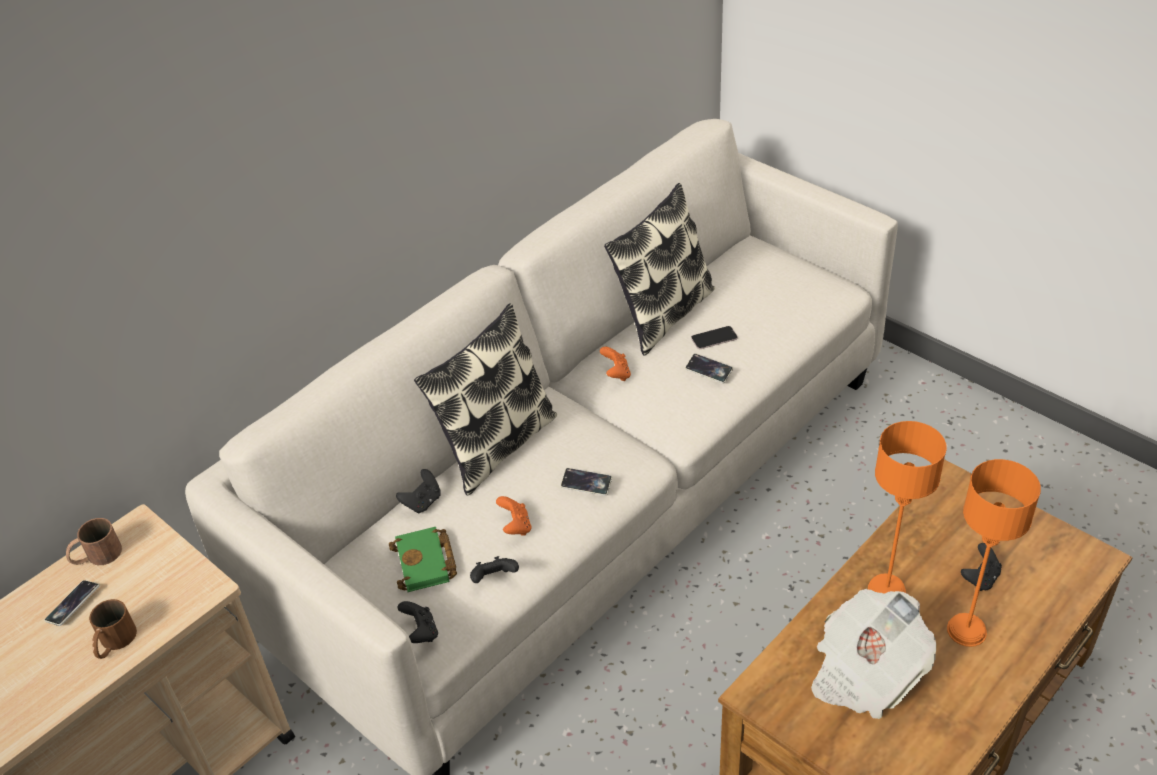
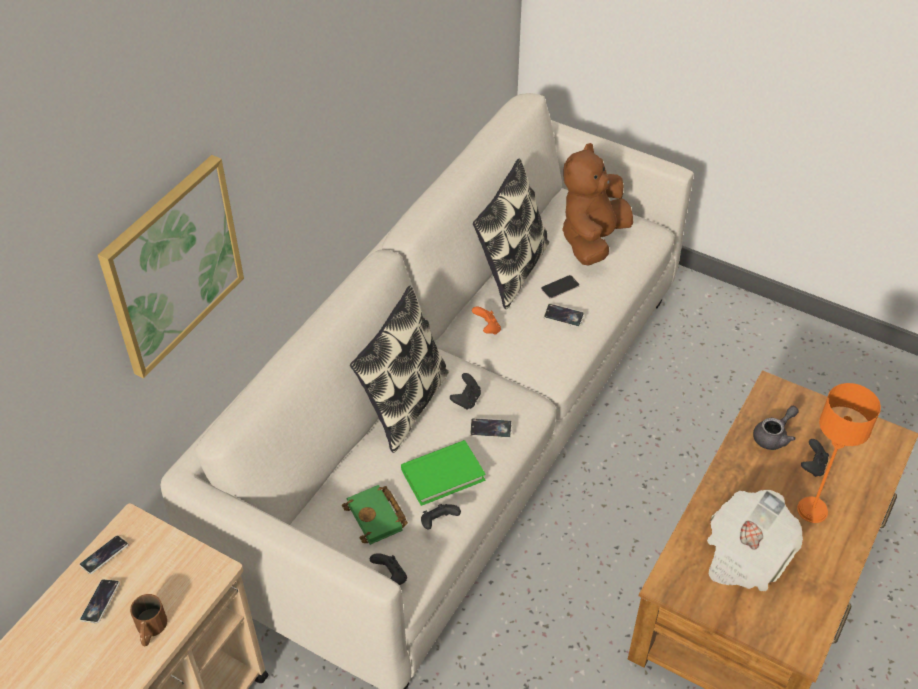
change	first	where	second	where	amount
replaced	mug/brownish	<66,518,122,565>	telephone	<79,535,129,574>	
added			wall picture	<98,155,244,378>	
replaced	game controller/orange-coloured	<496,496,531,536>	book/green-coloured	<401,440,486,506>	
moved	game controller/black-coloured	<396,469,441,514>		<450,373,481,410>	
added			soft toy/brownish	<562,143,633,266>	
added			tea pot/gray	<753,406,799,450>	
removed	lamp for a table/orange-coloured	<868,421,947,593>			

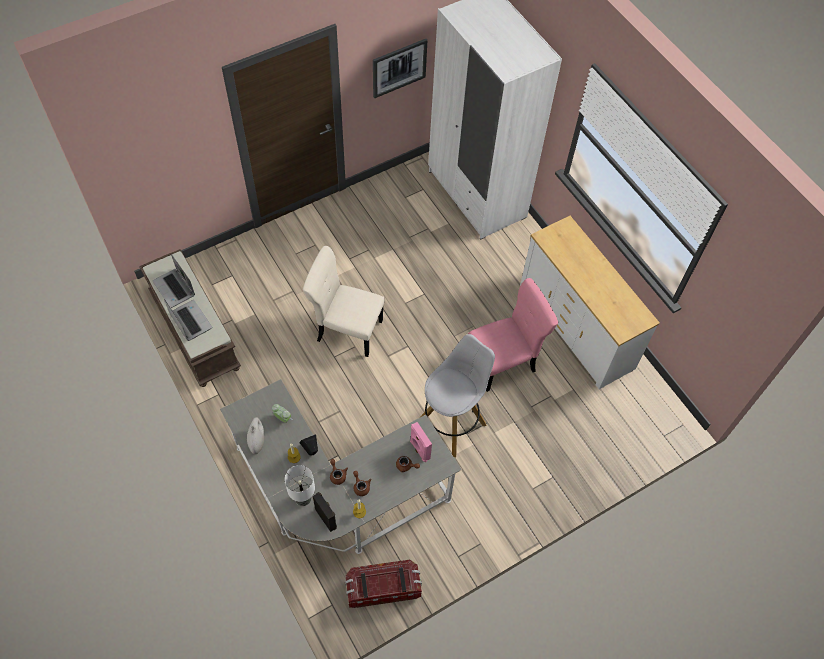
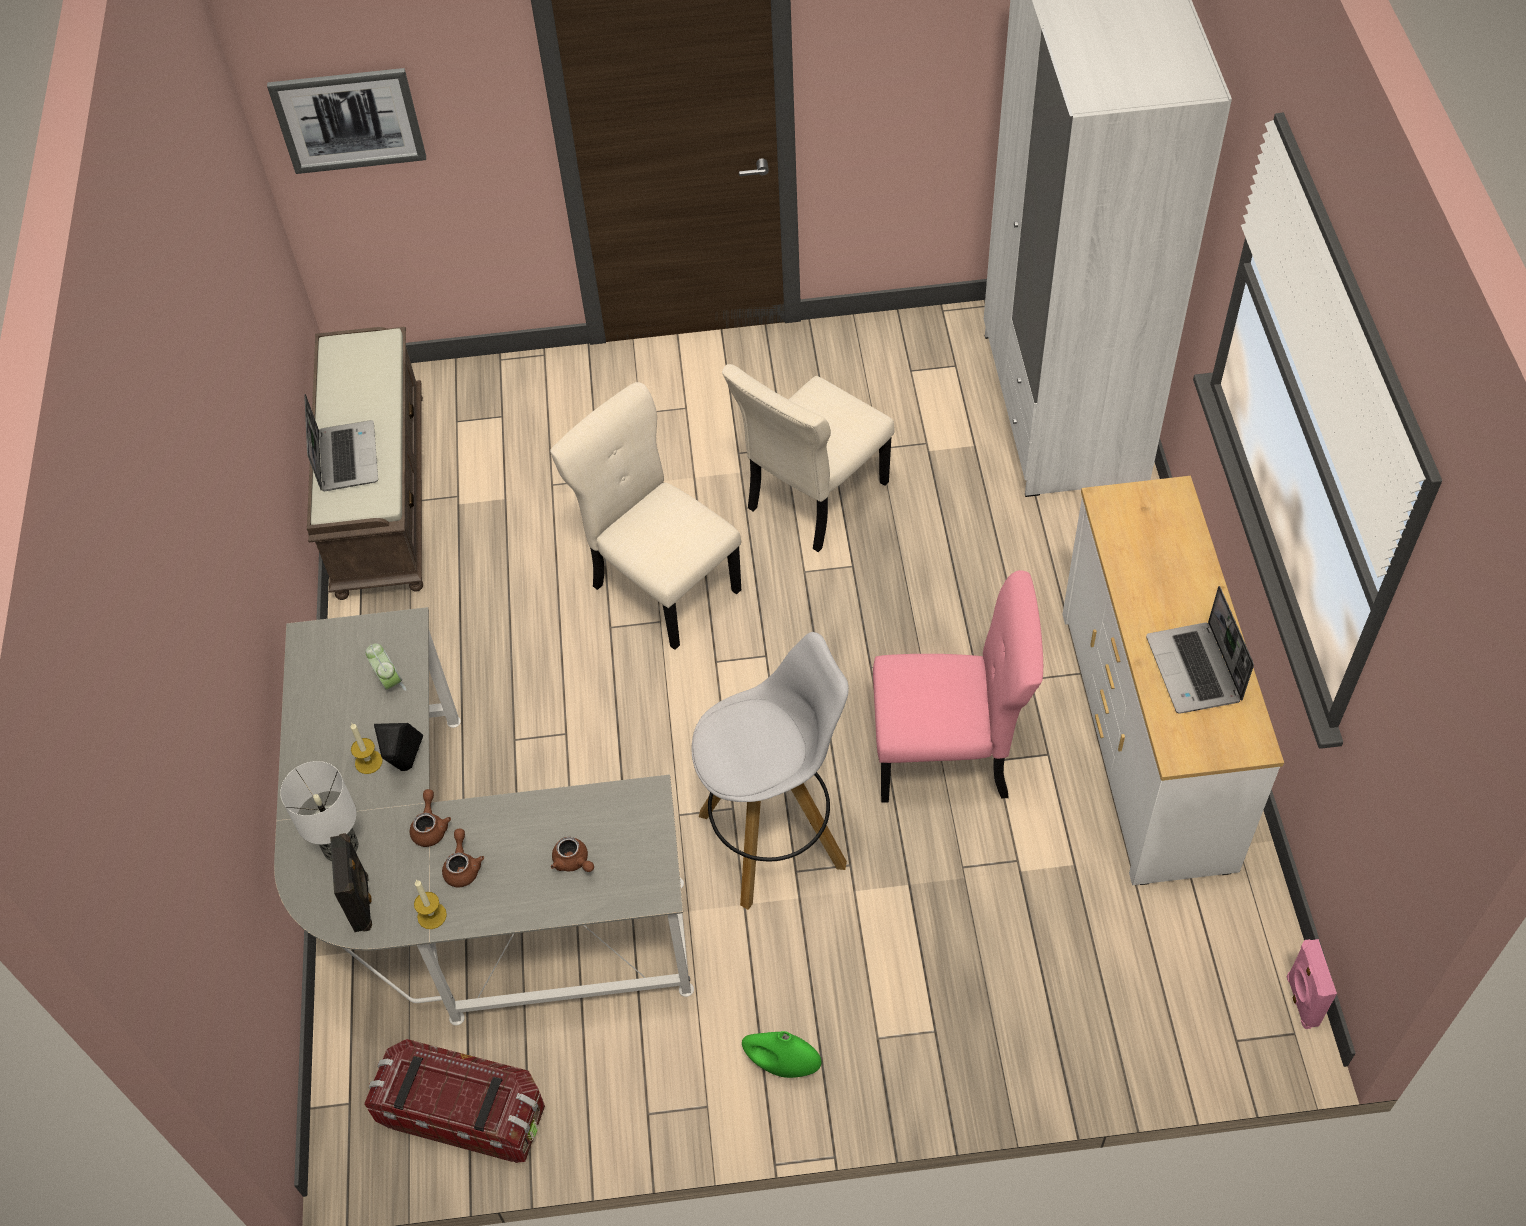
change	first	where	second	where	amount
moved	wall picture	<373,39,427,98>		<267,68,426,174>	
added			upright chair/beige-coloured	<722,364,895,552>	
added			vase/green-coloured	<742,1031,821,1078>	
moved	laptop	<153,254,195,308>		<1146,586,1254,714>	
moved	loudspeaker/pinkish	<410,422,432,462>		<1286,939,1337,1029>	
removed	vase/white	<247,417,264,454>			

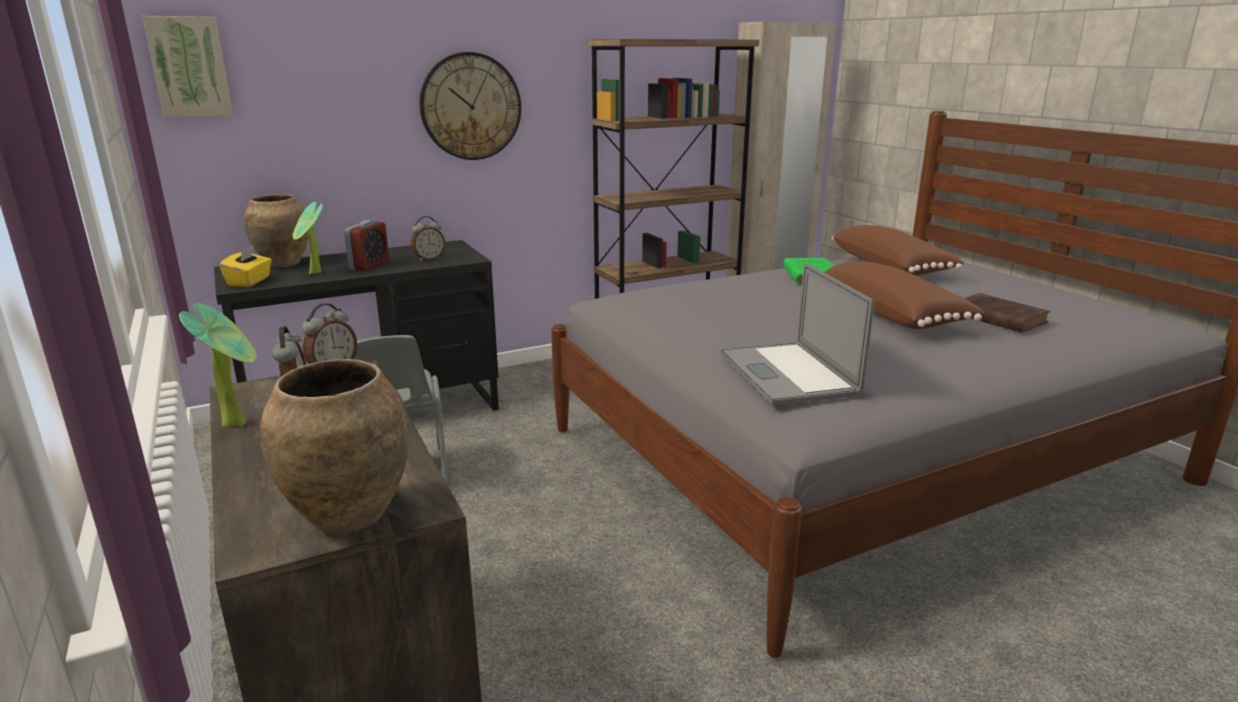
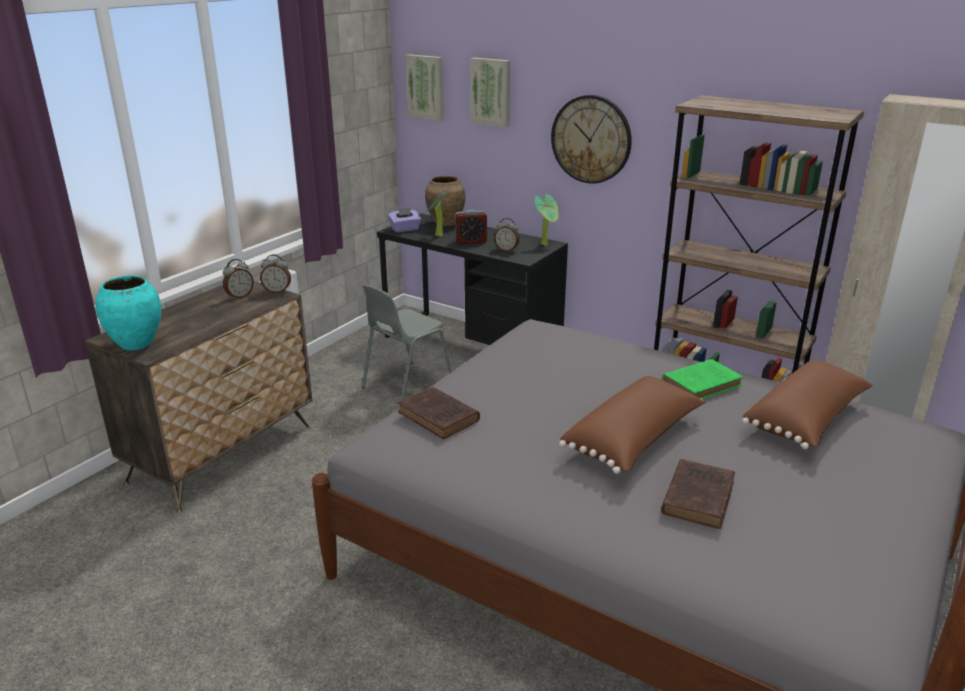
change	first	where	second	where	amount
recoloured	vase/brownish	<260,359,409,535>	vase/turquoise-coloured	<96,275,161,351>	
recoloured	tissue holder/yellowish	<219,245,272,287>	tissue holder/purple-coloured	<388,208,421,233>	
replaced	laptop	<720,263,874,405>	book/brownish	<397,387,480,439>	
added			wall picture	<470,58,510,127>	
moved	potted plant	<179,303,257,427>		<534,194,559,246>	

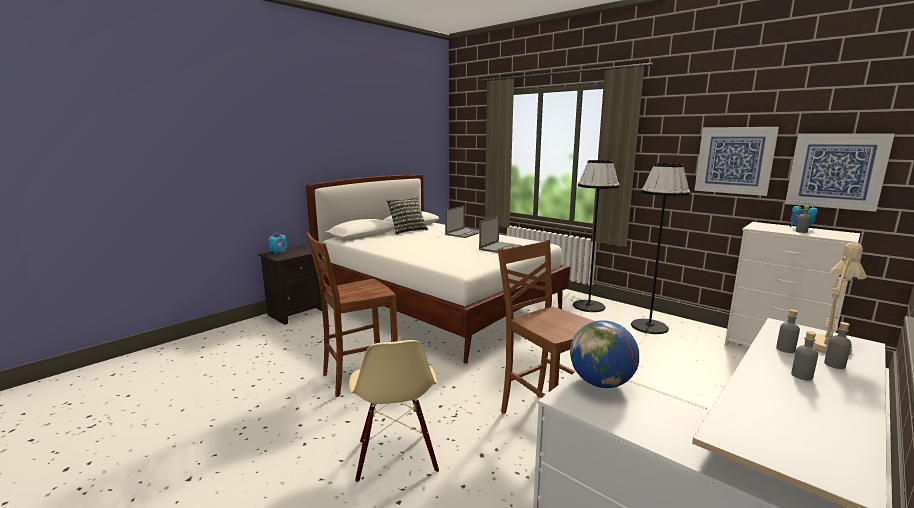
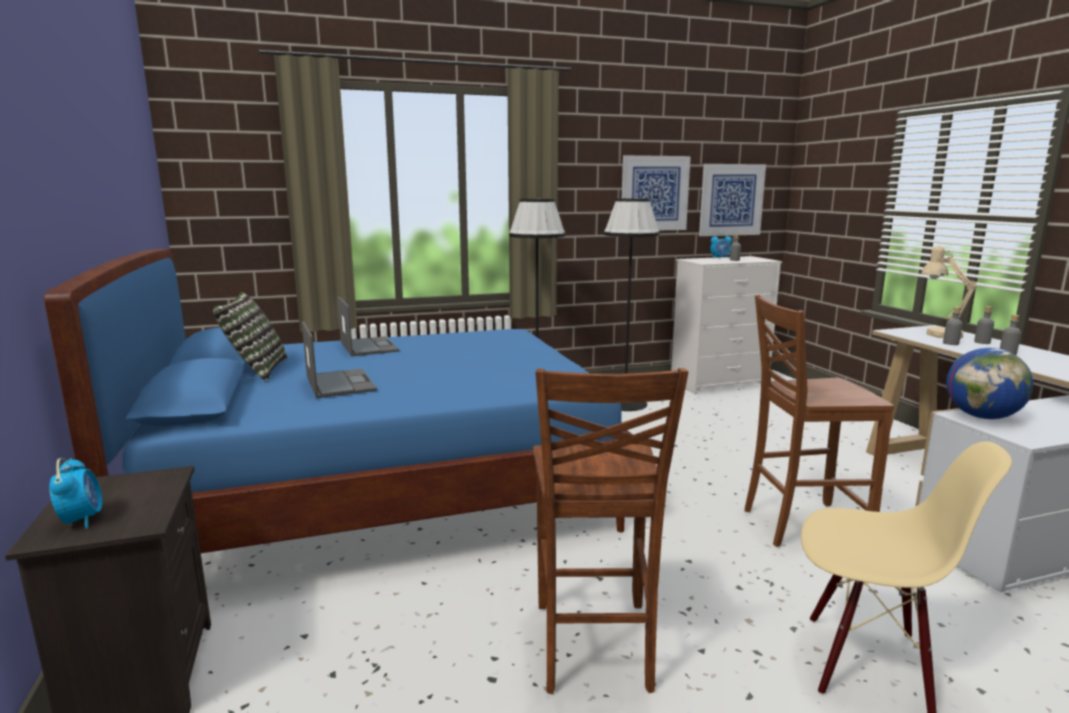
change	first	where	second	where	amount
recoloured	sleeping bed/white	<306,174,571,364>	sleeping bed/bluish	<44,249,637,553>	
moved	laptop	<479,216,521,253>		<302,321,377,398>	

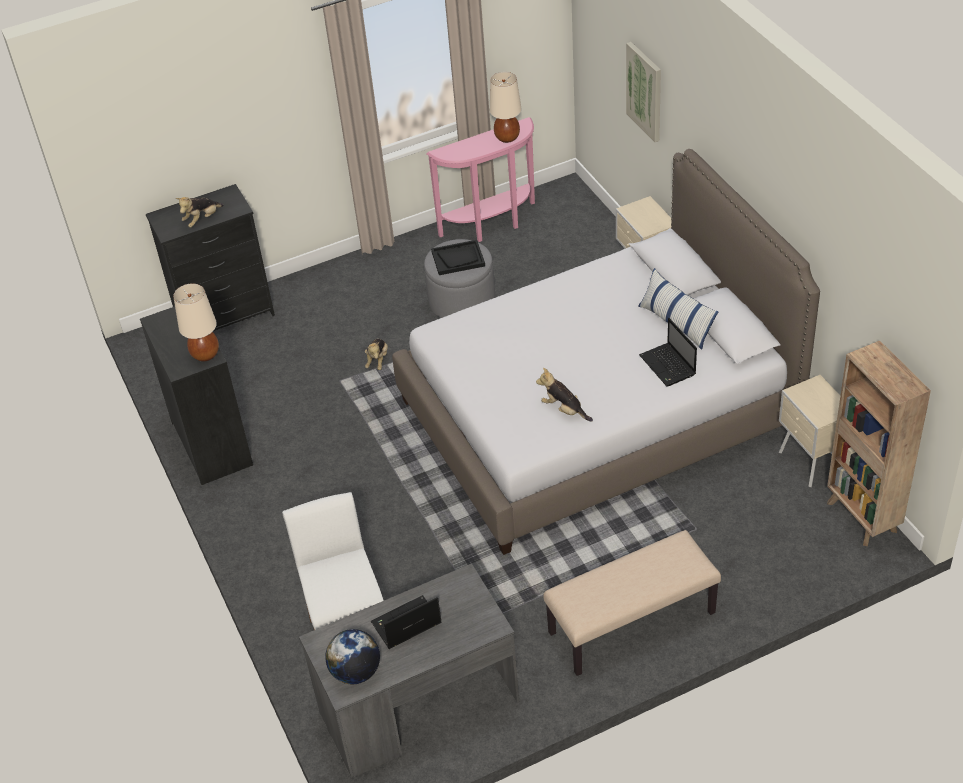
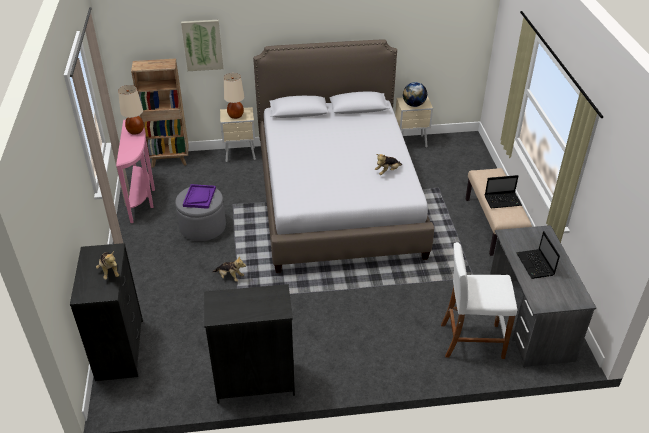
change	first	where	second	where	amount
moved	bookcase/brownish	<827,340,931,546>		<131,58,188,168>	
recoloured	serving tray/black-coloured	<431,240,485,275>	serving tray/purple-coloured	<183,184,216,209>	
moved	lamp for a table/beige-coloured	<173,283,219,362>		<224,73,244,119>	
moved	desk globe	<325,629,380,684>		<403,82,427,107>	
moved	laptop	<639,318,697,387>		<485,175,522,208>	
removed	cushion	<638,268,719,350>			

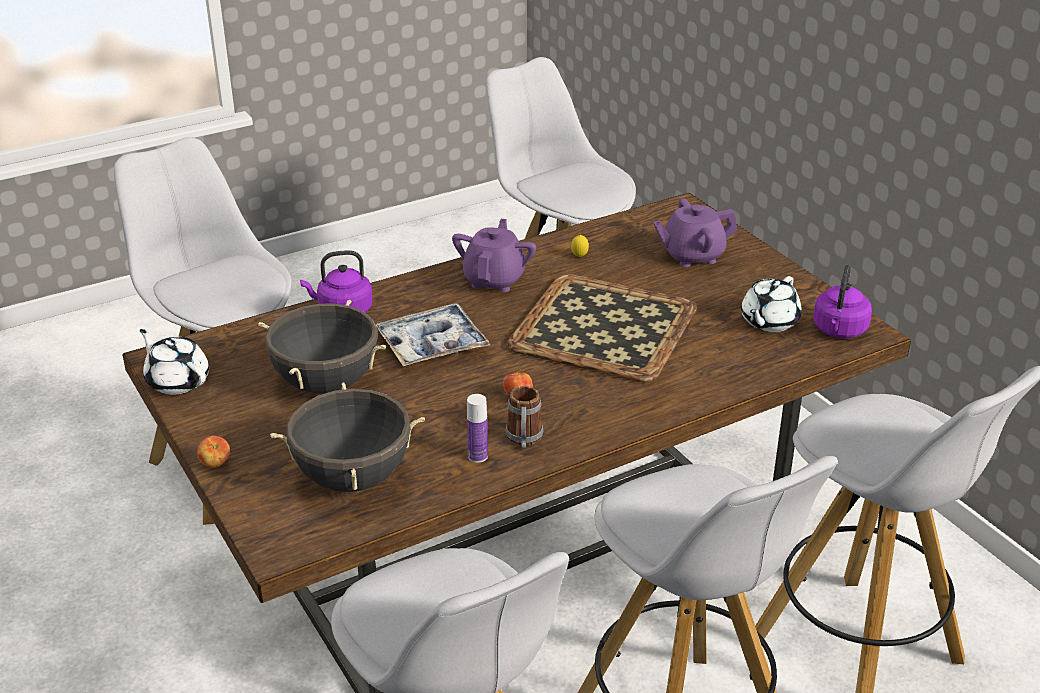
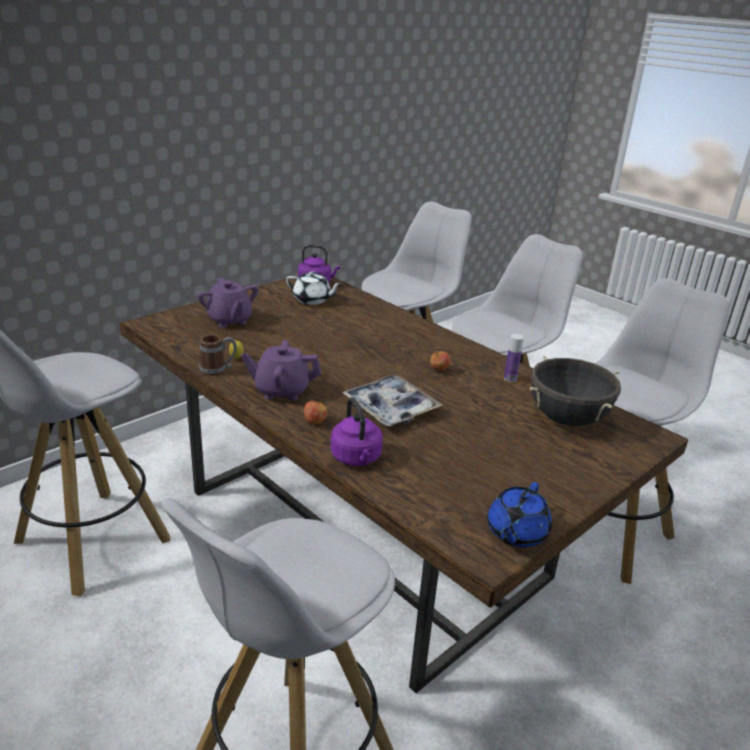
change	first	where	second	where	amount
moved	mug	<506,386,543,448>		<199,335,237,376>	
moved	whole apple	<197,436,230,468>		<304,401,327,425>	
recoloured	tea pot/white	<140,329,209,395>	tea pot/bluish	<487,482,552,547>	
removed	stockpot/black-coloured	<258,300,386,394>			
removed	serving tray	<507,274,697,383>			

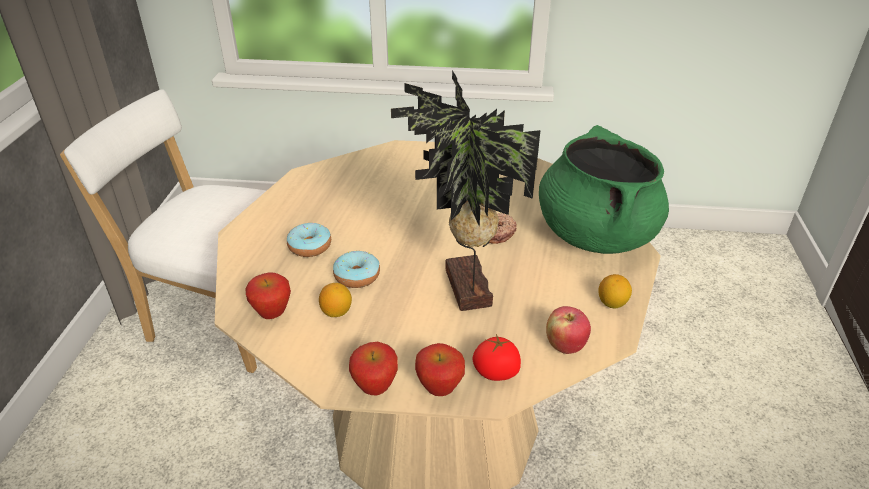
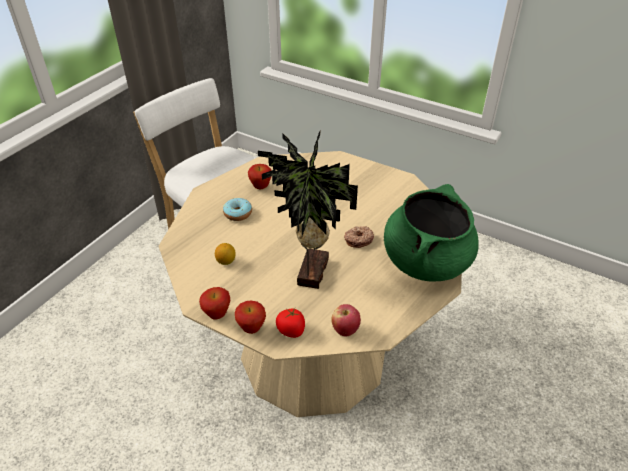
change	first	where	second	where	amount
moved	whole apple	<246,273,291,319>		<248,164,272,189>	
removed	ring doughnut	<333,251,380,288>			
removed	whole lemon	<598,274,632,309>			

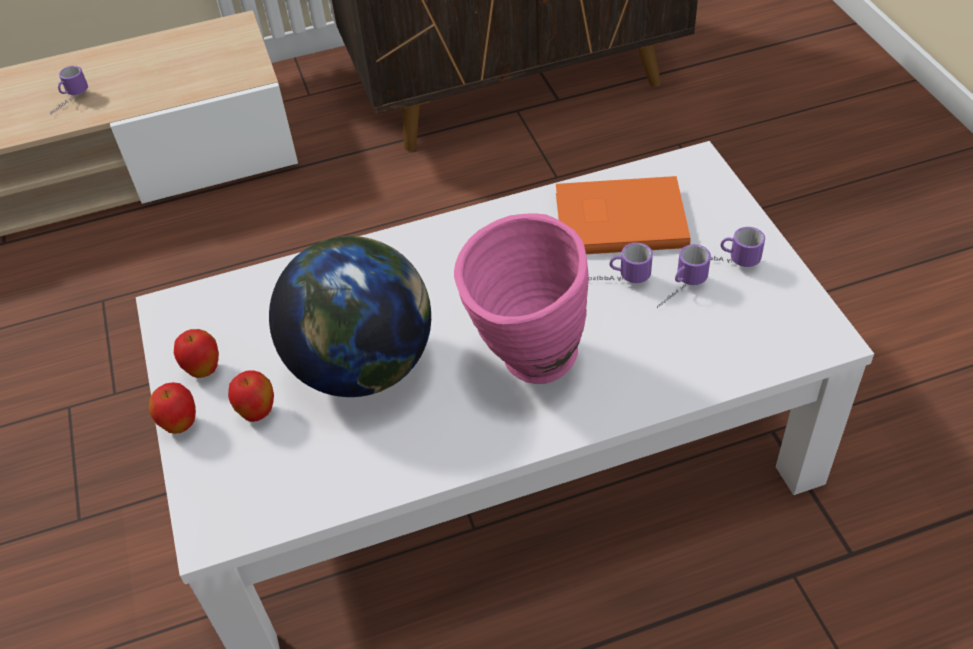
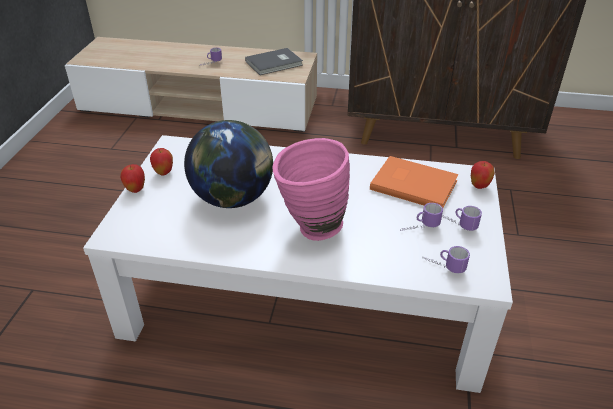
change	first	where	second	where	amount
added			book/gray	<245,48,303,75>	
moved	mug	<589,243,653,283>		<422,246,470,273>	
moved	whole apple	<228,370,274,422>		<471,161,495,189>	

